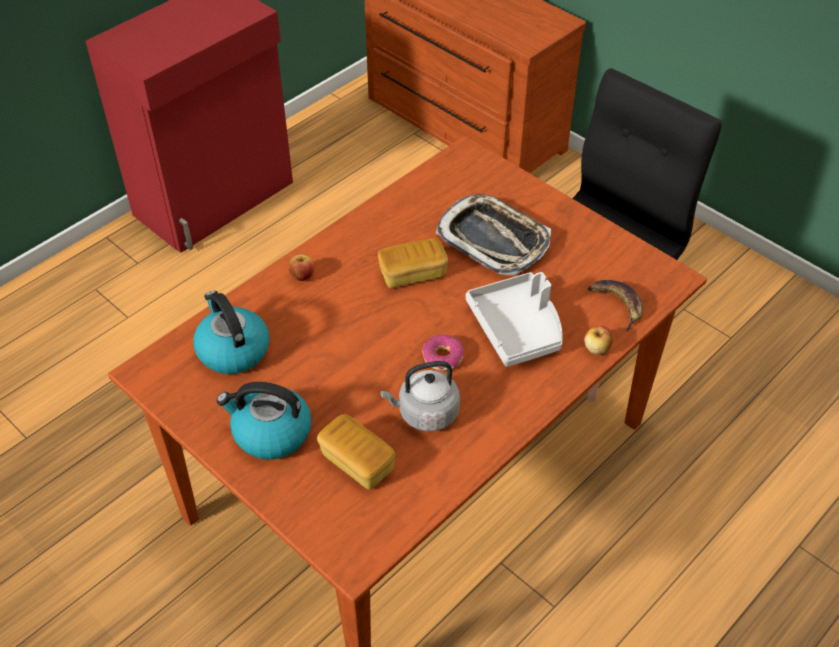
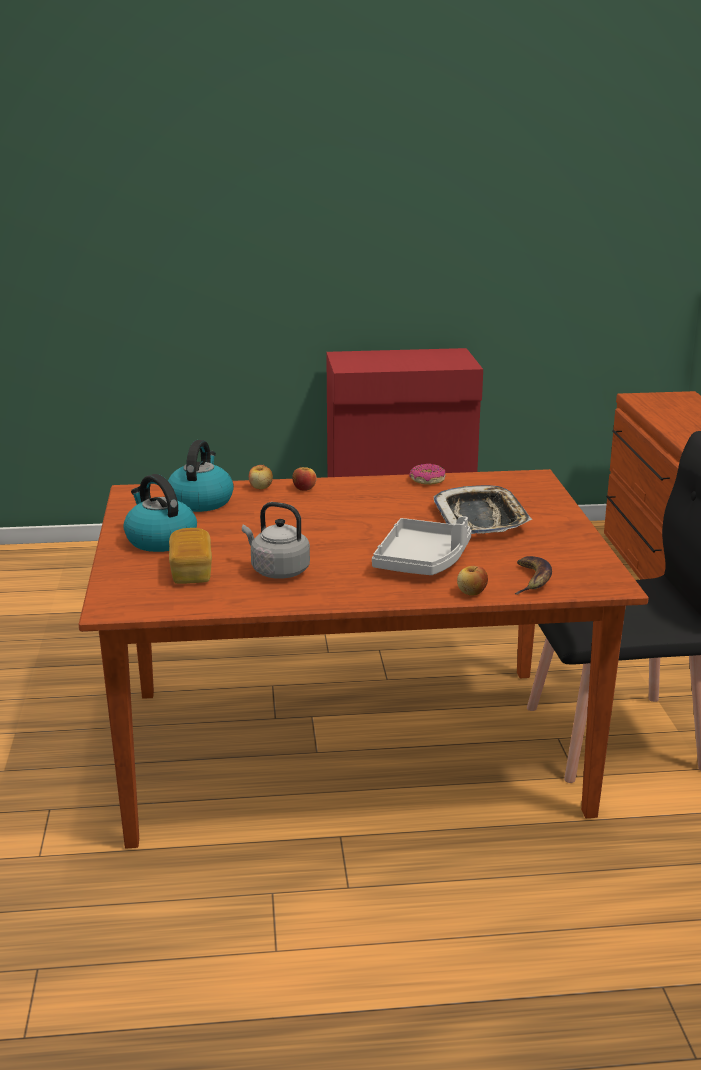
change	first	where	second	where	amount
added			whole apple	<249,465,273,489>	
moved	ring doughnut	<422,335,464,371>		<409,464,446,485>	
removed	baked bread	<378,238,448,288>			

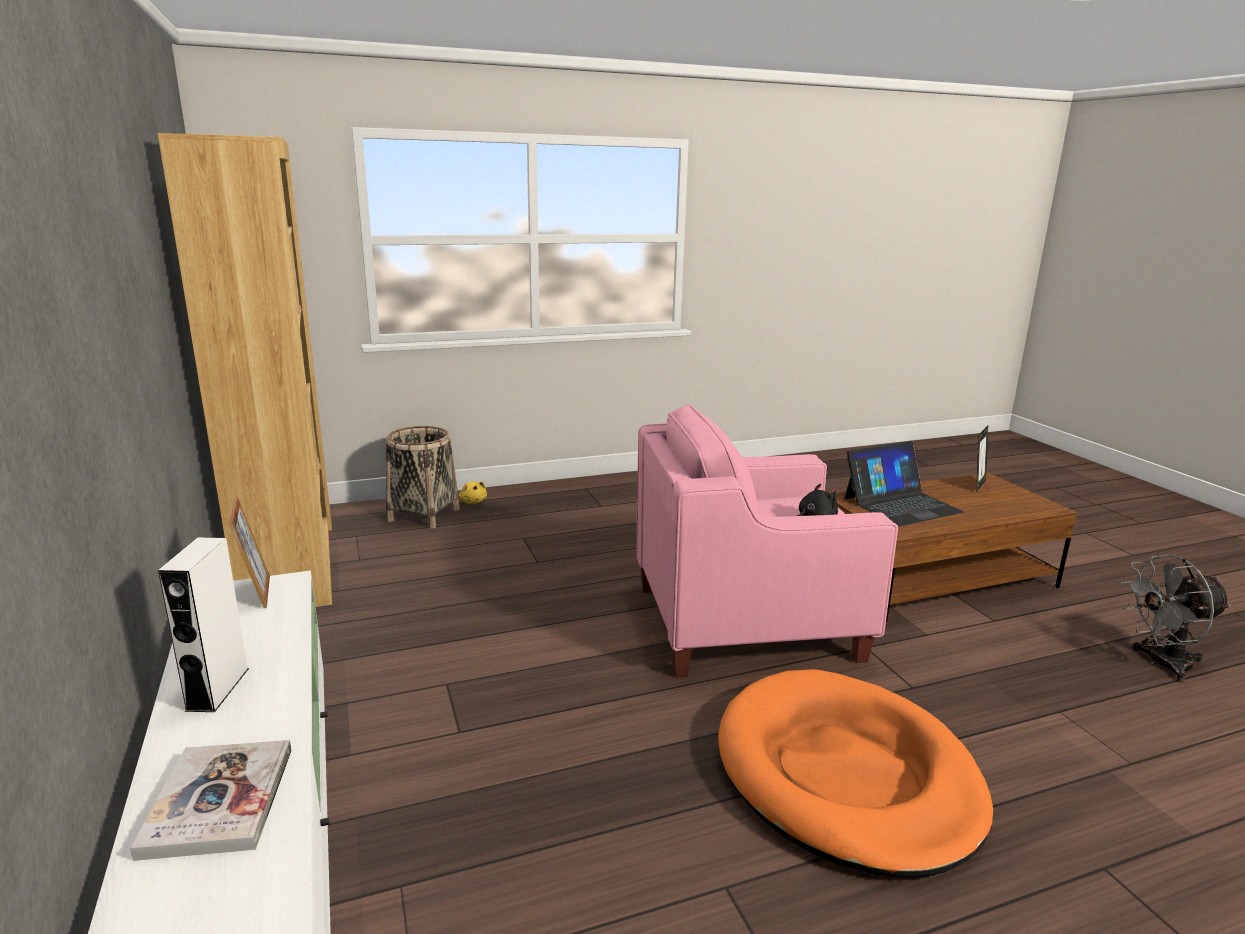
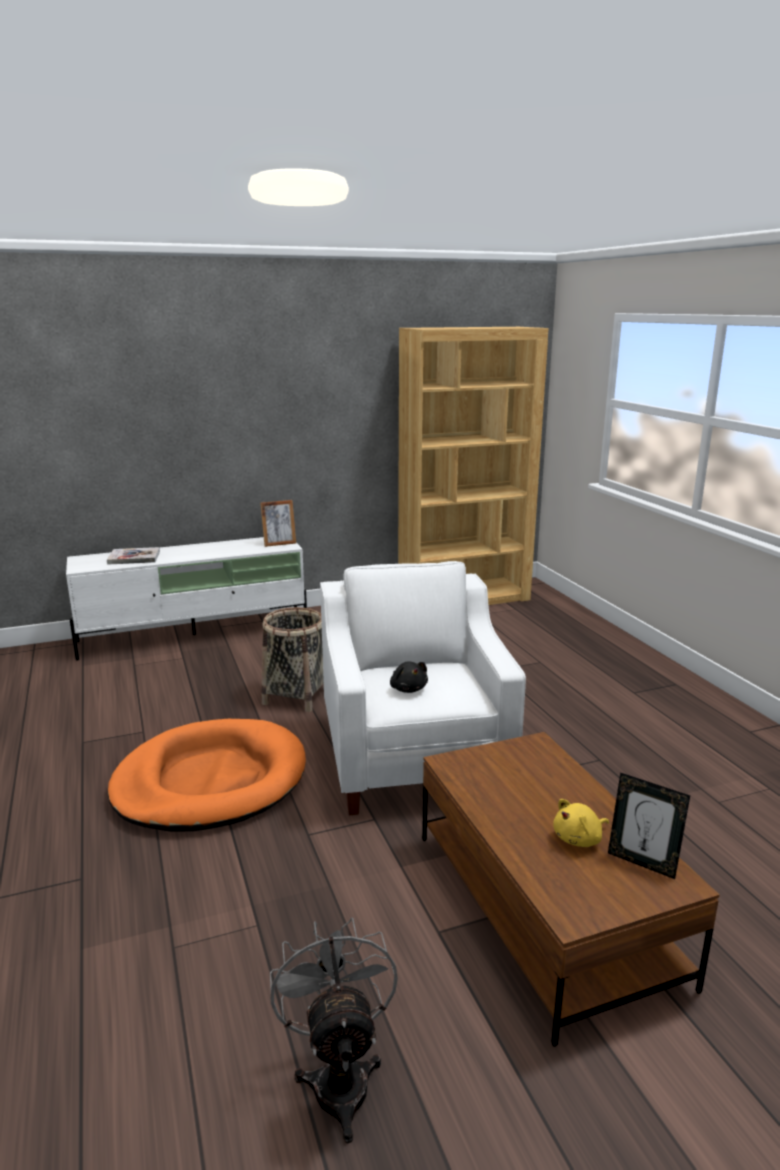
change	first	where	second	where	amount
moved	storage basket	<386,426,460,529>		<261,607,324,712>	
recoloured	lounge chair/pinkish	<636,404,898,677>	lounge chair/white	<320,561,526,815>	
moved	soft toy/yellowish	<459,481,487,504>		<553,799,609,847>	
removed	loudspeaker/white	<158,537,249,712>			
removed	laptop	<845,441,964,526>			

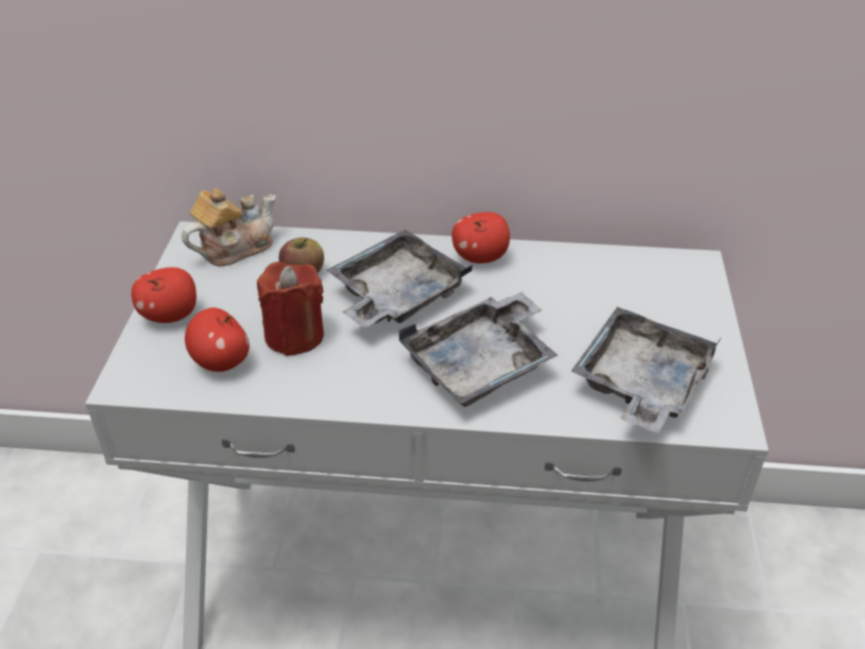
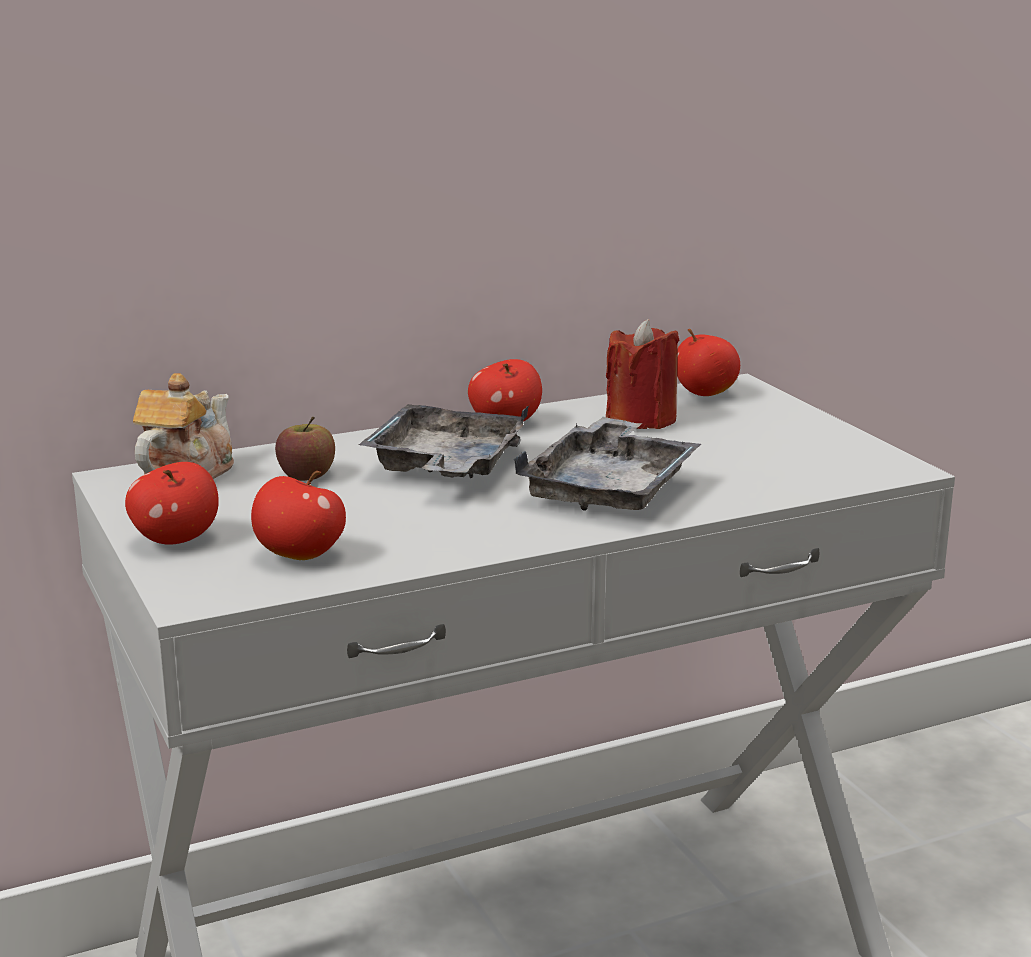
change	first	where	second	where	amount
moved	candle/reddish	<257,261,324,356>		<606,319,679,429>	
added			whole apple	<677,329,740,396>	
removed	serving tray/gray	<571,307,722,433>			

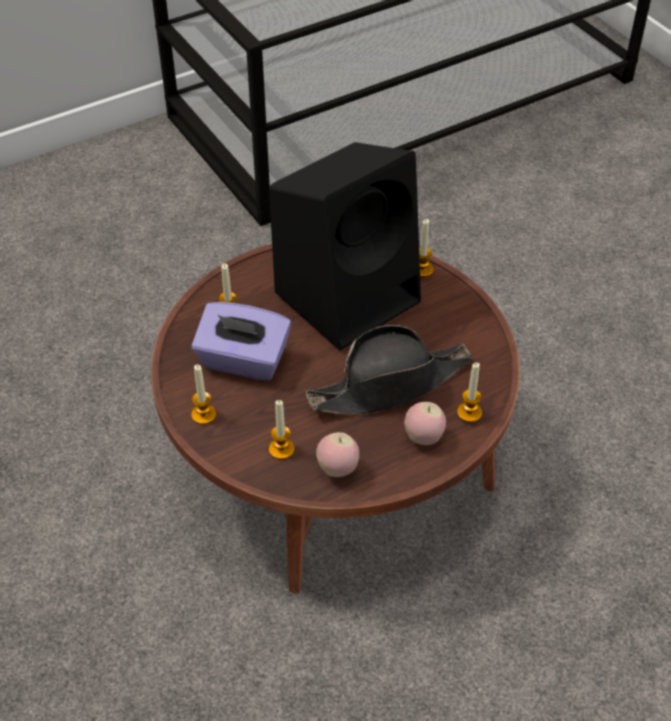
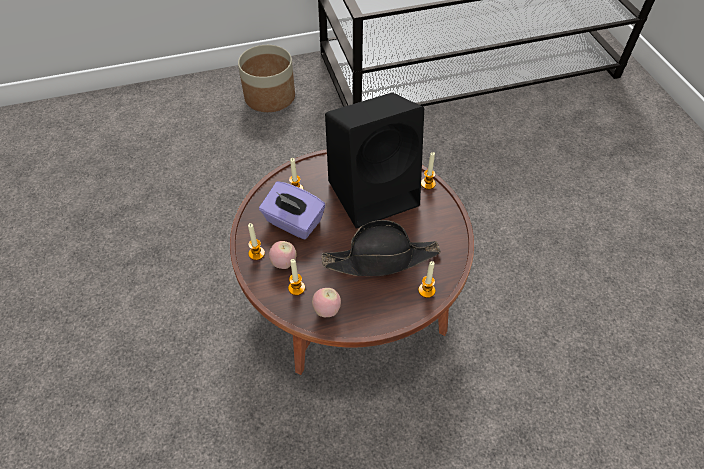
change	first	where	second	where	amount
added			planter	<238,45,295,112>	
moved	whole apple	<404,402,446,445>		<269,241,297,269>	

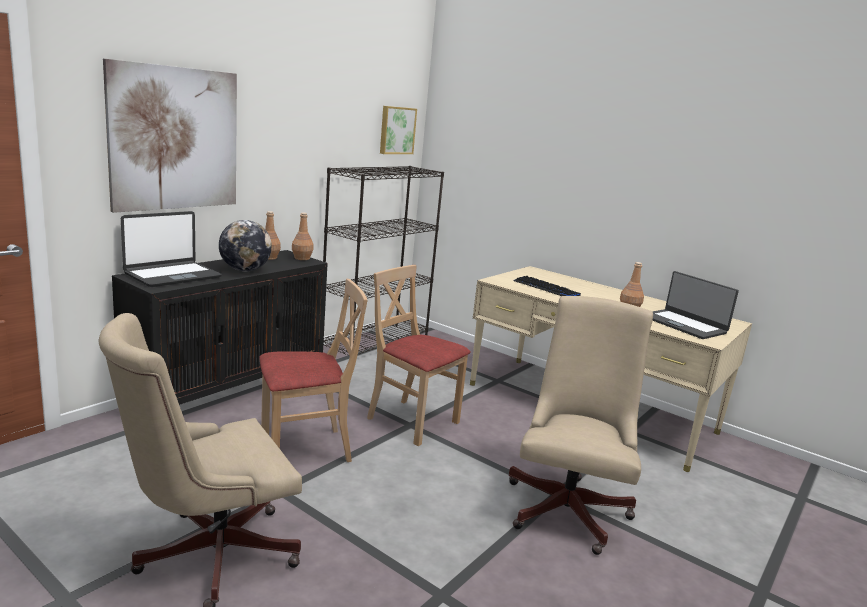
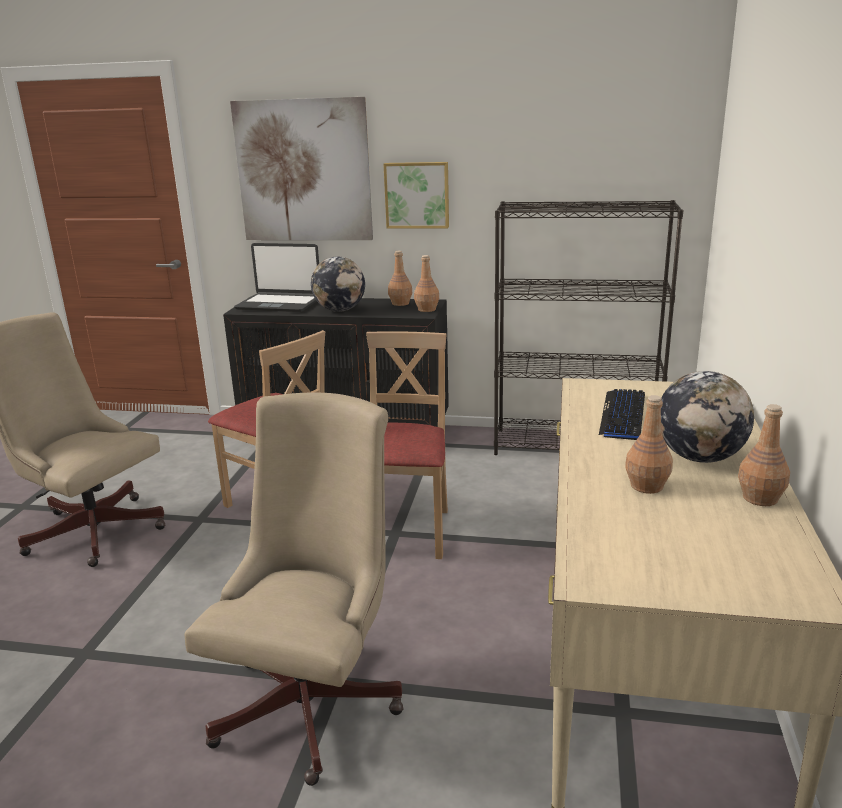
change	first	where	second	where	amount
turned	computer chair/beige-coloured	<509,296,653,555>		<185,393,403,786>	60 degrees counterclockwise
moved	wall picture	<380,106,417,154>		<383,162,449,228>	
added			desk globe	<661,371,754,463>	
added			bottle/brownish	<738,404,790,506>	
removed	laptop	<652,271,739,339>			

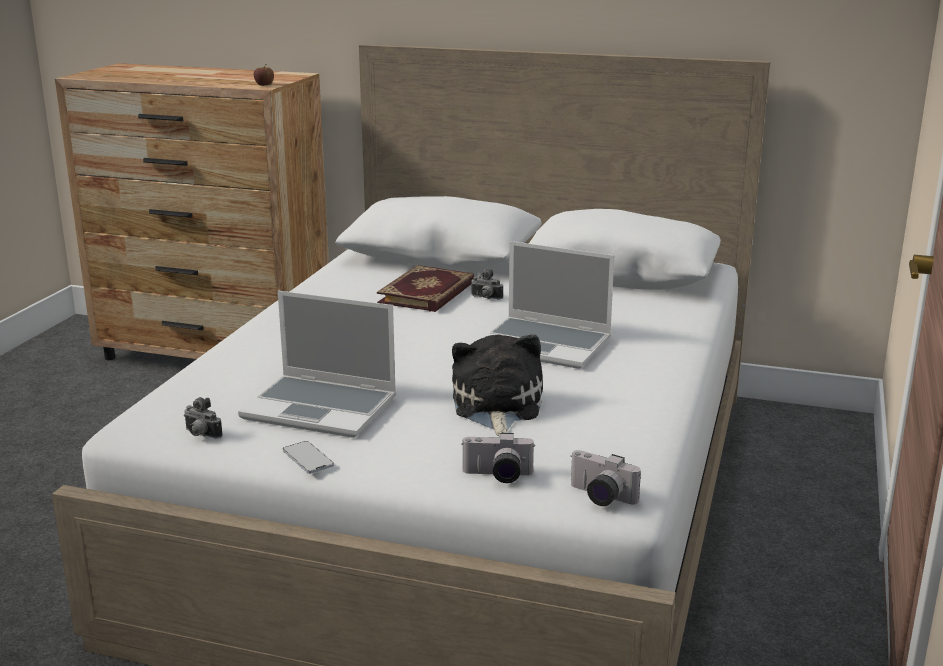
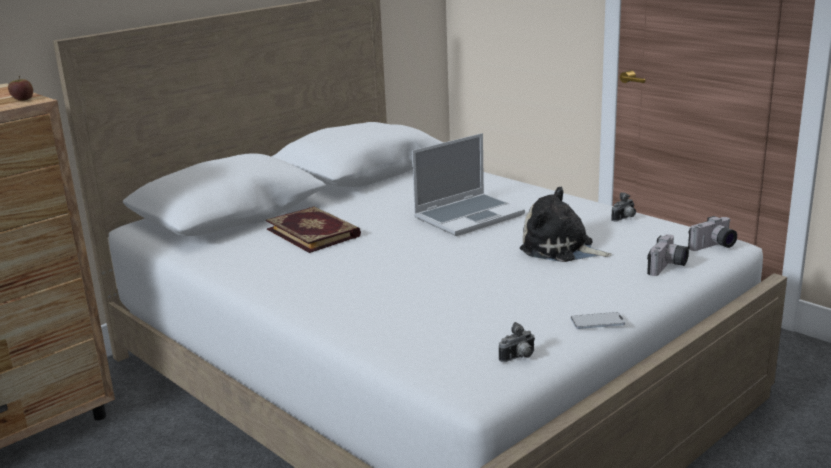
change	first	where	second	where	amount
moved	still camera	<470,269,503,300>		<611,192,636,221>	
removed	laptop	<238,291,396,438>			

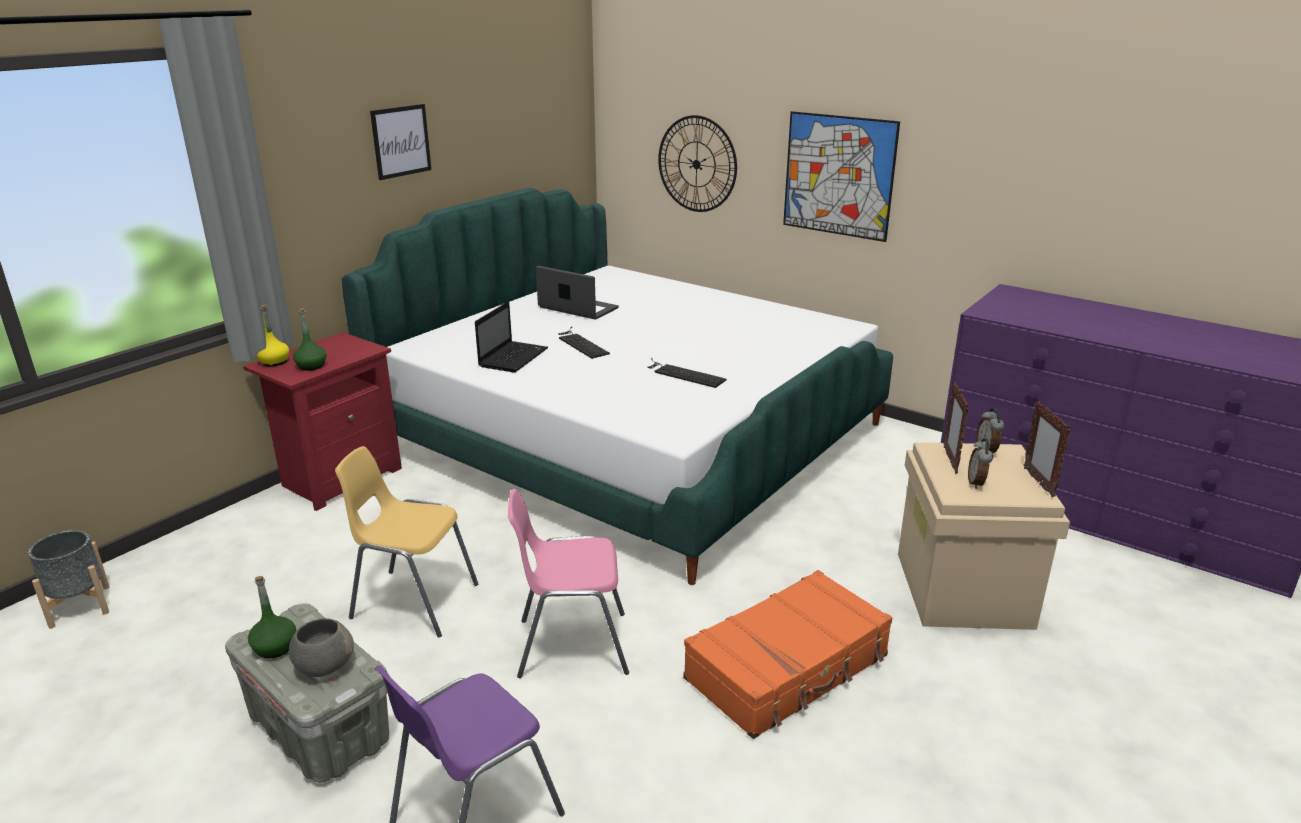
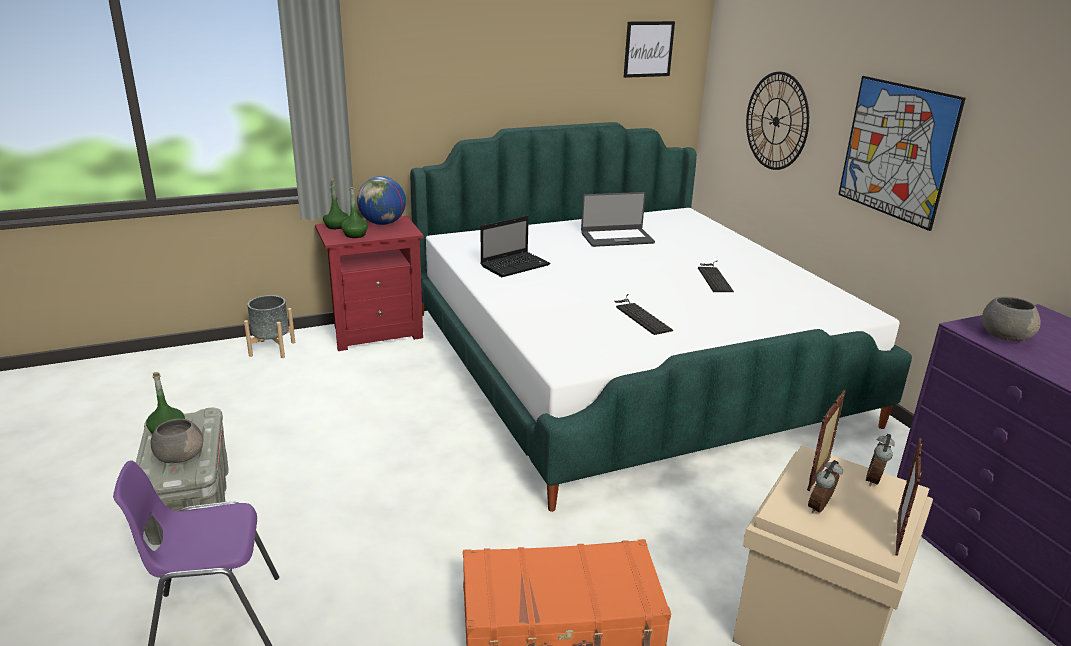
change	first	where	second	where	amount
moved	planter/gray	<28,530,110,629>		<244,295,295,358>	
recoloured	bottle/yellowish	<256,304,289,367>	bottle/green-coloured	<323,179,349,229>	
added			desk globe	<357,176,406,225>	
turned	laptop	<536,266,619,320>		<581,192,655,247>	105 degrees clockwise
moved	wall picture	<370,104,431,180>		<624,21,675,78>	
moved	keyboard	<558,327,610,359>		<698,260,734,292>	
added			serving bowl/gray	<982,297,1041,341>	
removed	upright chair/yellowish	<335,446,478,638>			
removed	upright chair/pinkish	<508,489,629,678>			

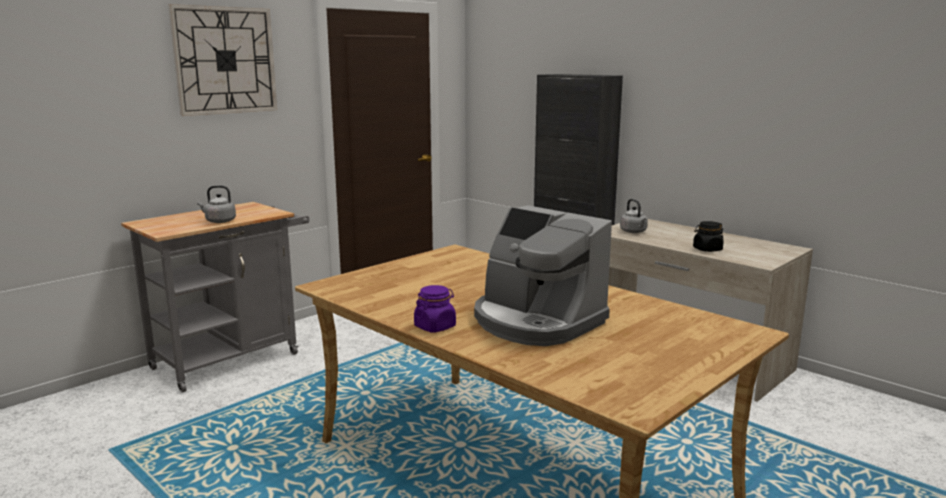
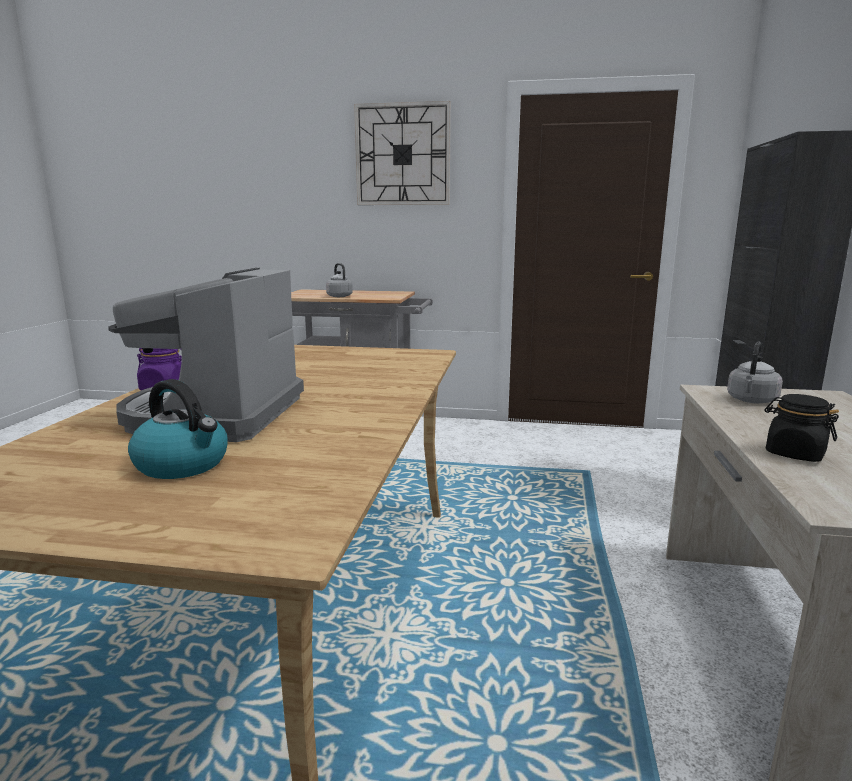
change	first	where	second	where	amount
added			kettle	<128,379,228,479>	

